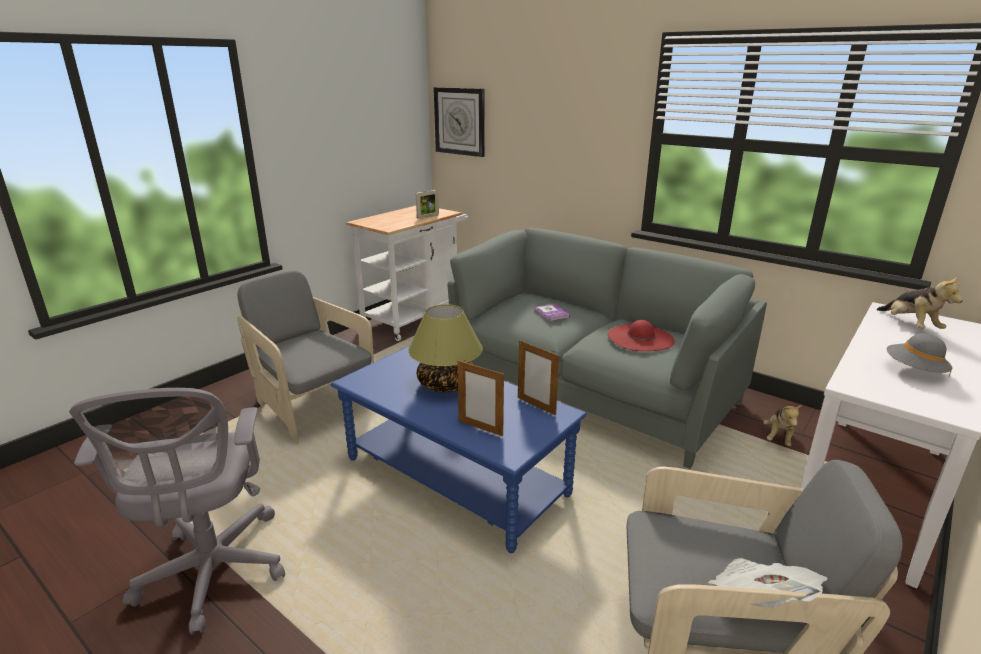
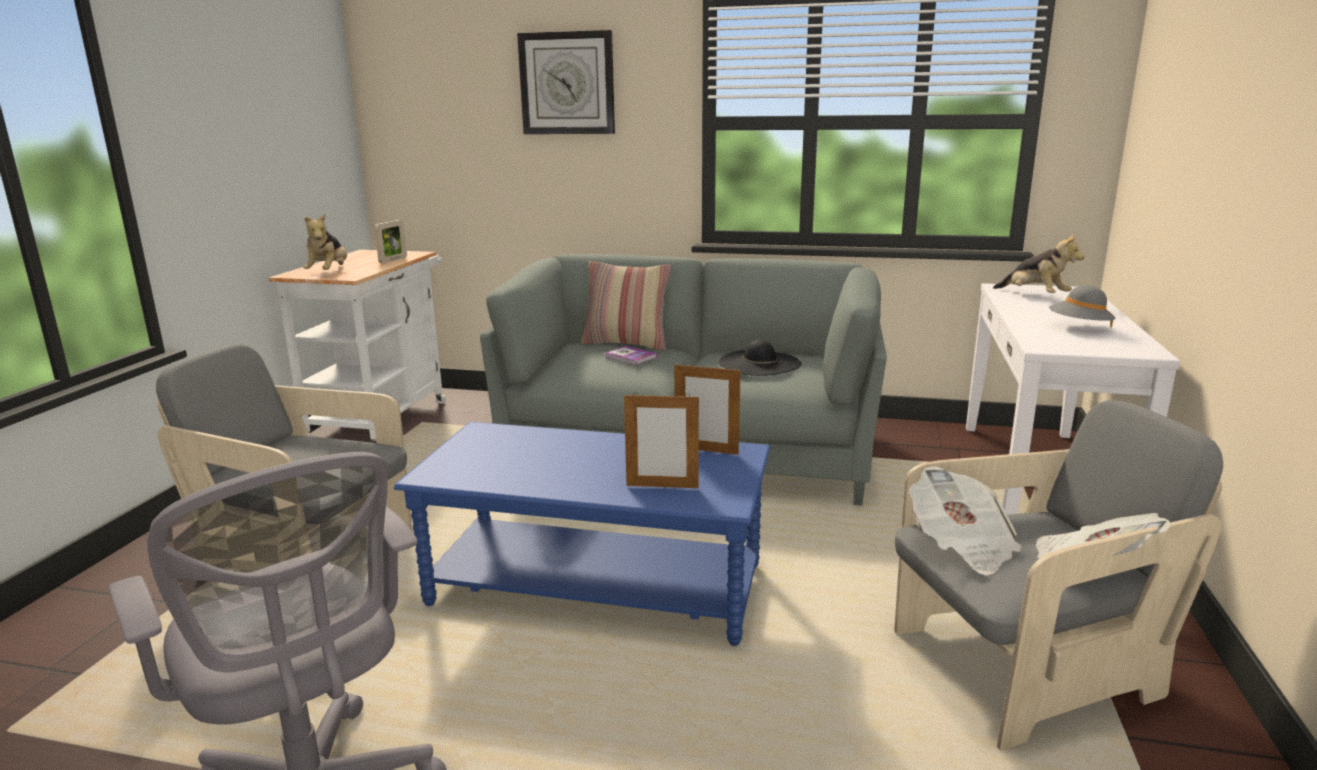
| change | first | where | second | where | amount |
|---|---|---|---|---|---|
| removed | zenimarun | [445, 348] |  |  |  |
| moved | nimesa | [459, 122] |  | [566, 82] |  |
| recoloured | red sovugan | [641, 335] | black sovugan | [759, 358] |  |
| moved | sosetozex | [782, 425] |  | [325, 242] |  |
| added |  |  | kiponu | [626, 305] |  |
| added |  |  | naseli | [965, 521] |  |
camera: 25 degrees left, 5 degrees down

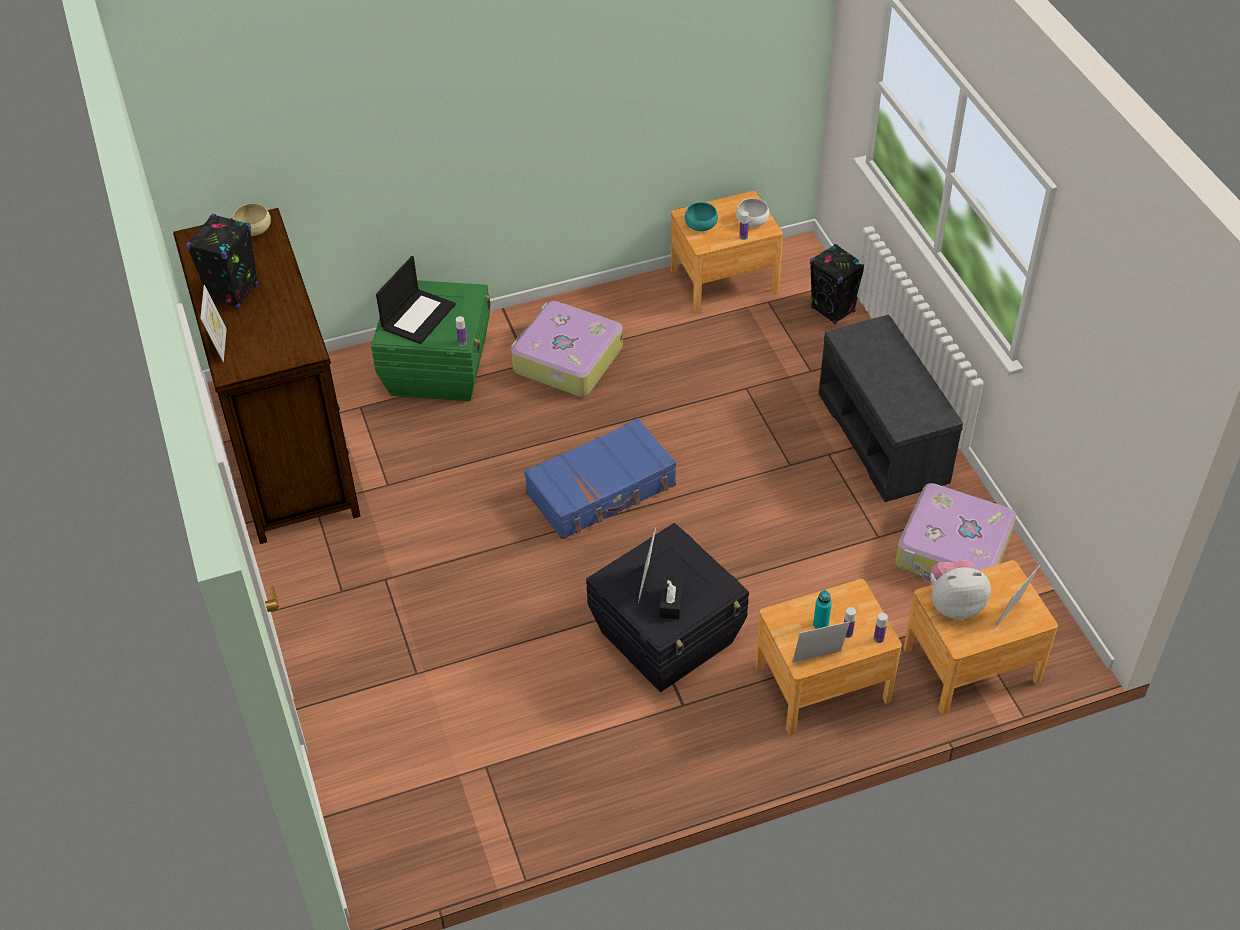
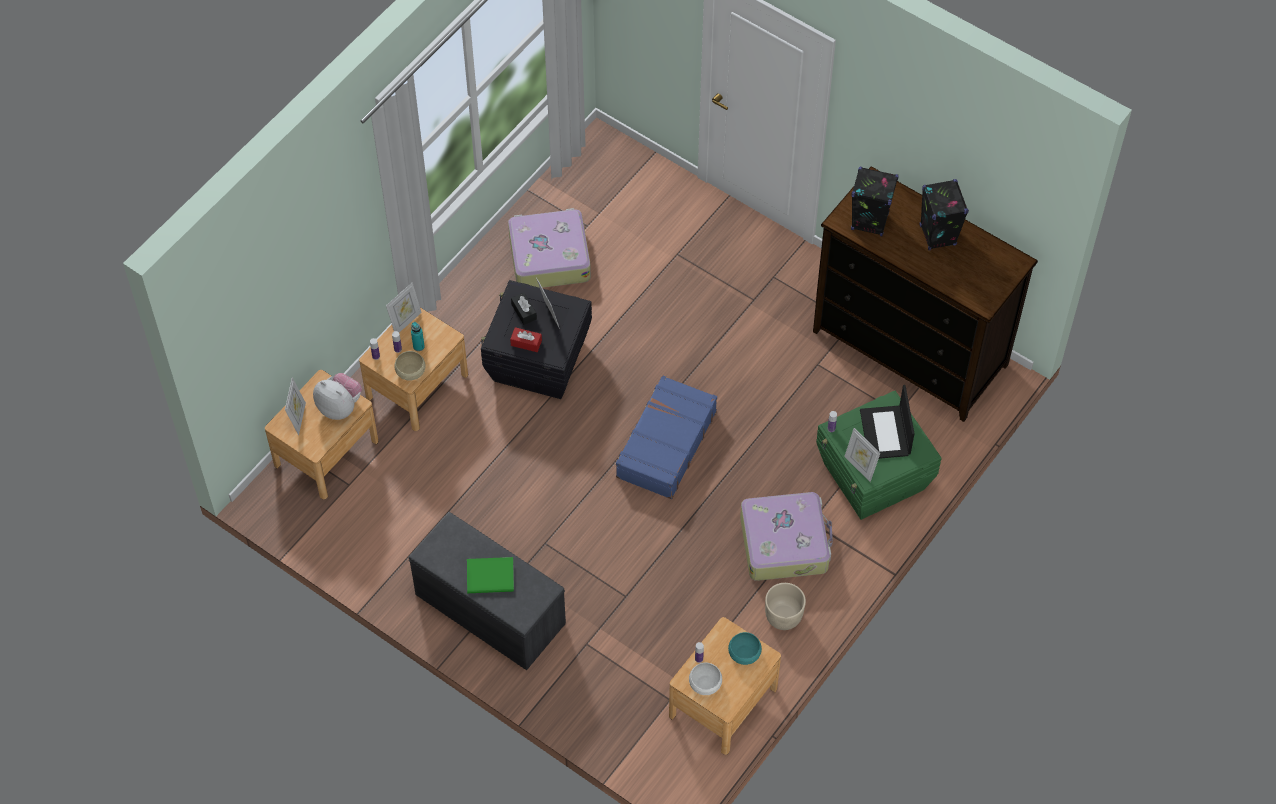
| change | first | where | second | where | amount |
|---|---|---|---|---|---|
| moved | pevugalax | [213, 323] |  | [862, 455] |  |
| moved | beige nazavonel | [252, 219] |  | [409, 366] |  |
| moved | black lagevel | [837, 284] |  | [875, 201] |  |
| moved | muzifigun | [955, 532] |  | [549, 248] |  |
| turned | sosetozex | [961, 589] |  | [337, 396] | 105 degrees counterclockwise |
| added |  |  | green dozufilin | [490, 575] |  |
| added |  |  | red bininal | [526, 339] |  |
| added |  |  | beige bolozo | [785, 606] |  |
camera: 145 degrees right, 10 degrees up

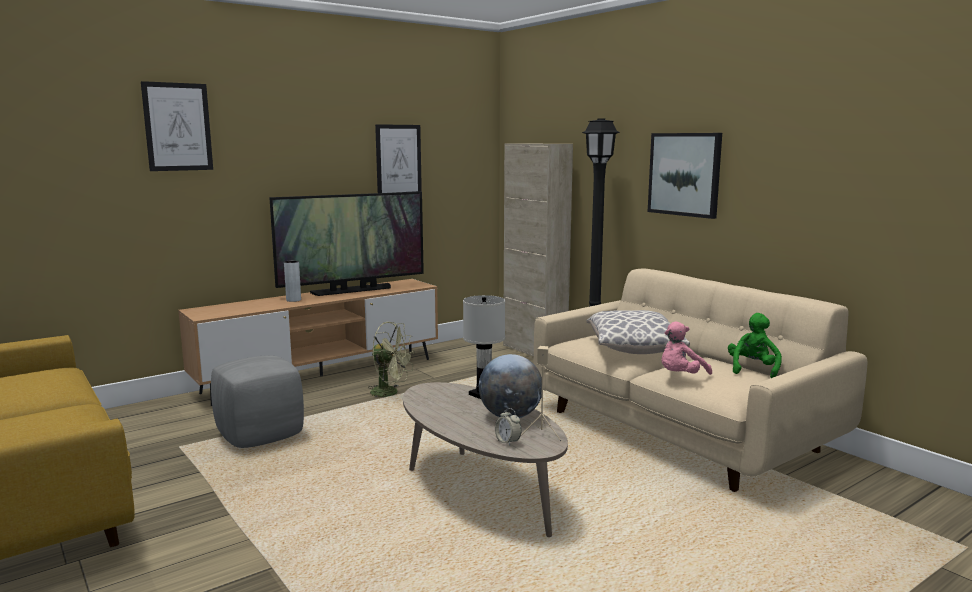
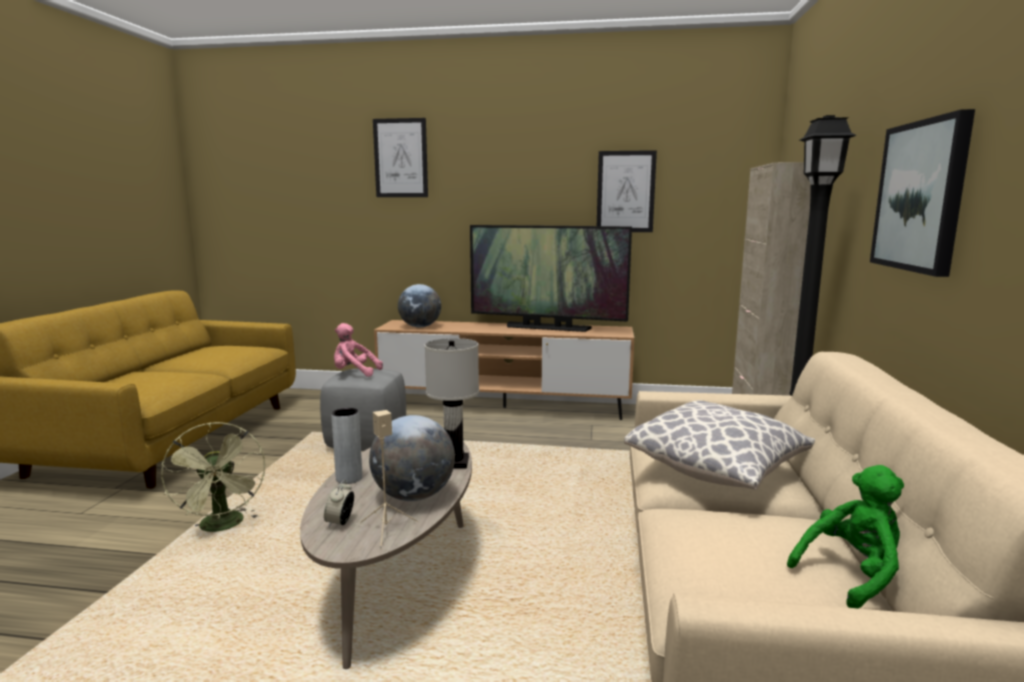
| change | first | where | second | where | amount |
|---|---|---|---|---|---|
| moved | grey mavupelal | [292, 281] |  | [346, 446] |  |
| moved | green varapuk | [391, 359] |  | [213, 477] |  |
| moved | pink sosetozex | [687, 348] |  | [358, 350] |  |
| added |  |  | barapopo | [419, 305] |  |
camera: 45 degrees right, 0 degrees up

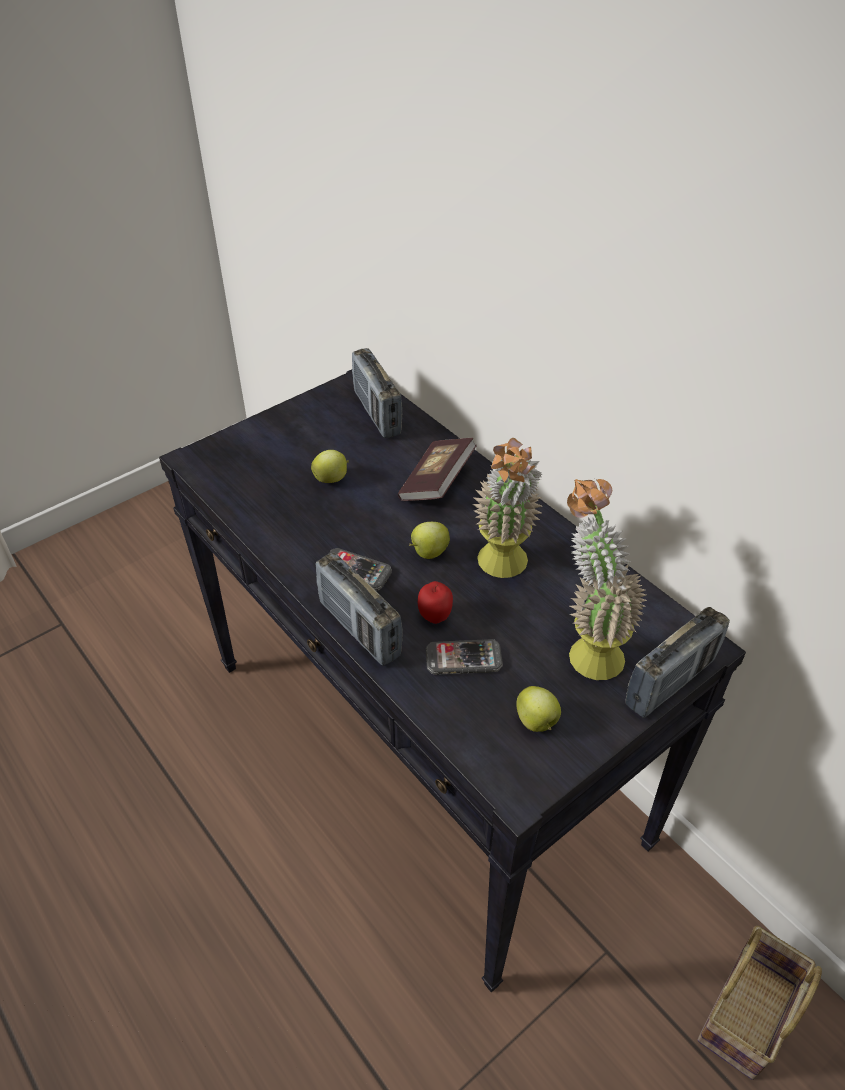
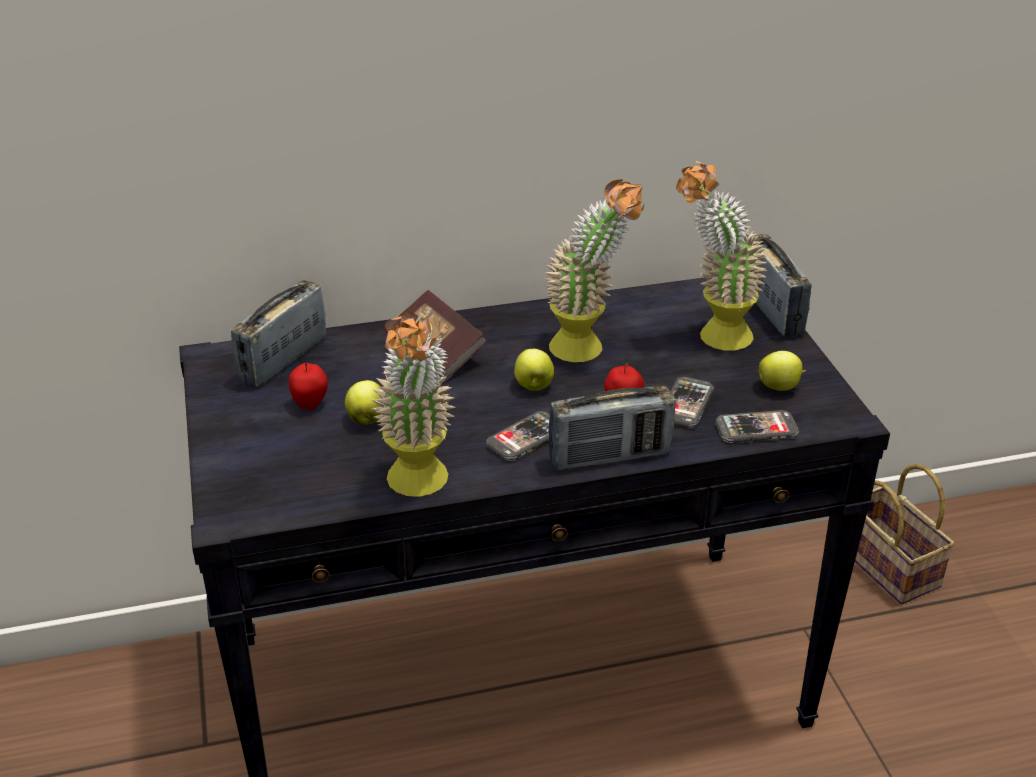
| change | first | where | second | where | amount |
|---|---|---|---|---|---|
| turned | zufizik | [377, 393] |  | [278, 333] | 120 degrees clockwise |
| added |  |  | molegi | [308, 386] |  |
| added |  |  | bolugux | [413, 403] |  |
| added |  |  | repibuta | [757, 426] |  |
camera: 65 degrees left, 10 degrees down

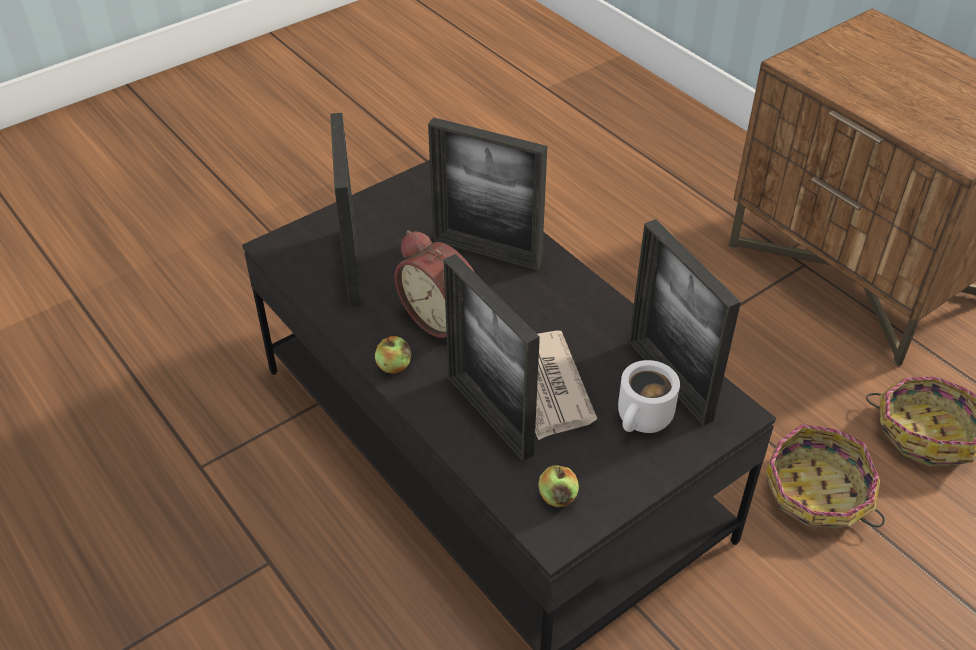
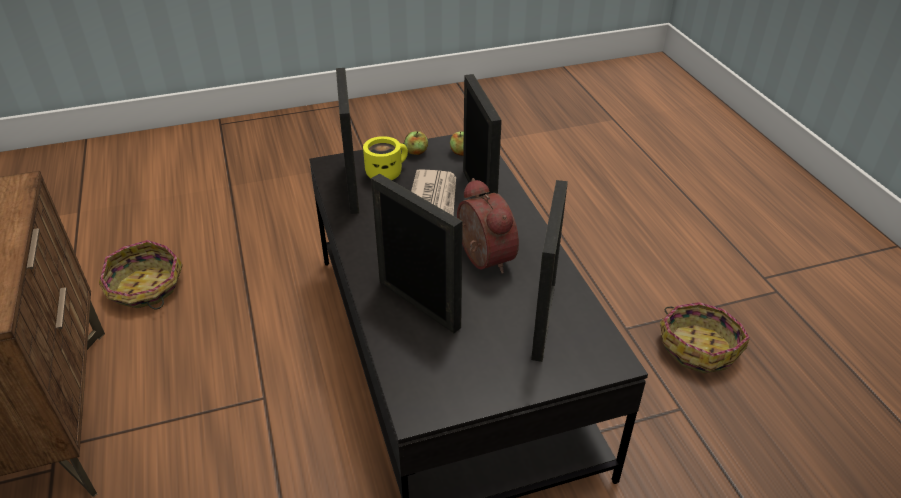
| change | first | where | second | where | amount |
|---|---|---|---|---|---|
| moved | molegi | [393, 355] |  | [416, 143] |  |
| recoloured | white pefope | [649, 396] | yellow pefope | [385, 158] |  |
| moved | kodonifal | [825, 476] |  | [705, 337] |  |
camera: 160 degrees left, 5 degrees down

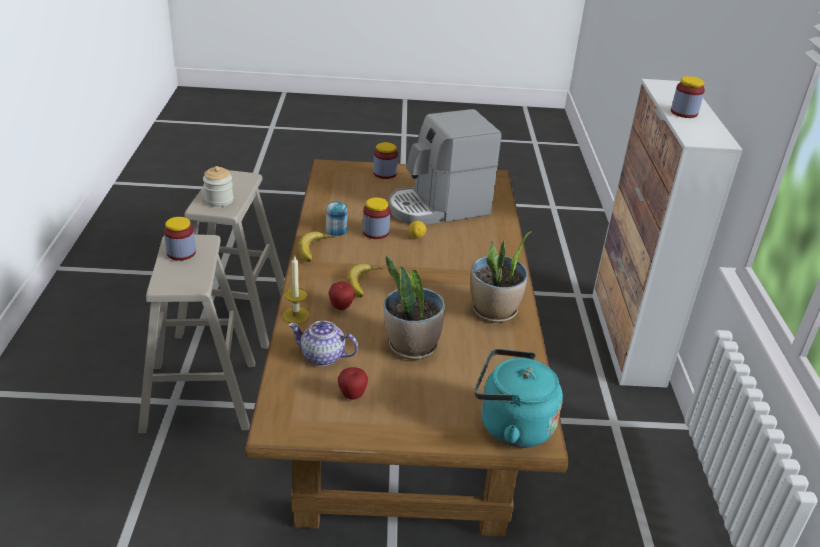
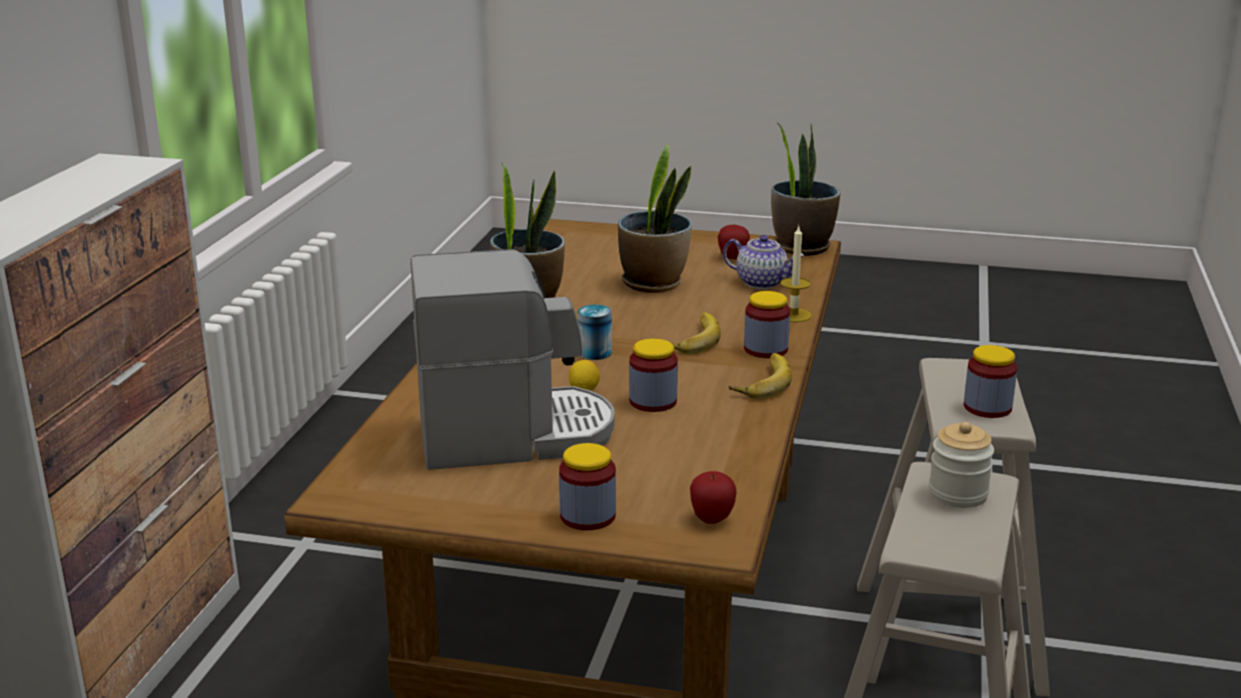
| change | first | where | second | where | amount |
|---|---|---|---|---|---|
| moved | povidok | [336, 219] |  | [594, 332] |  |
| moved | molegi | [342, 295] |  | [713, 497] |  |
| removed | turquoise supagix | [518, 398] |  |  |  |
| moved | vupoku | [688, 97] |  | [767, 324] |  |
| added |  |  | bolugux | [806, 189] |  |
camera: 165 degrees left, 10 degrees down

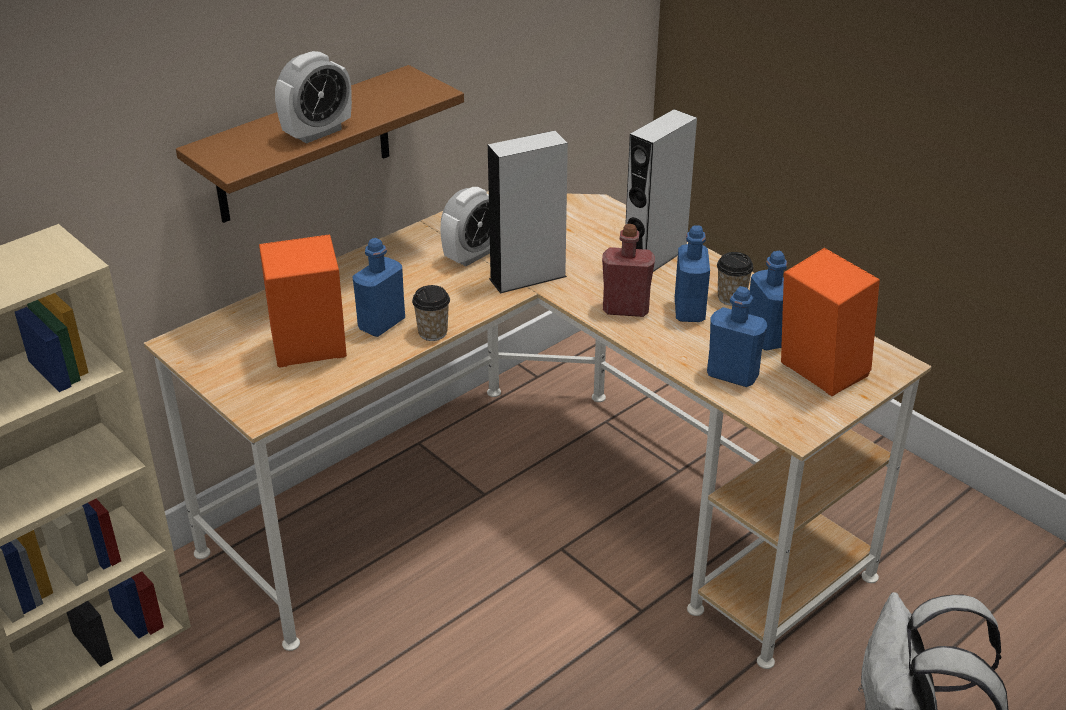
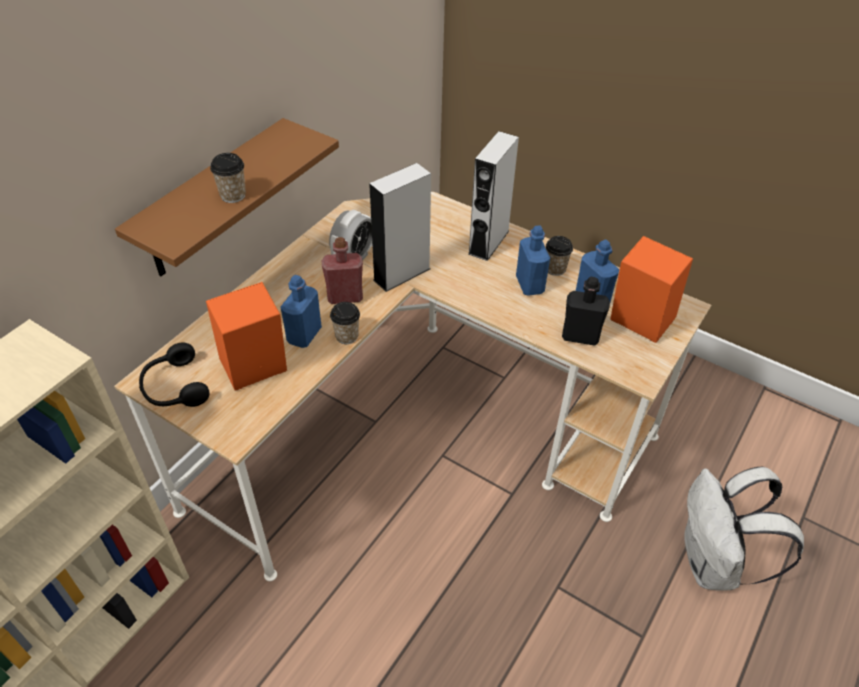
| change | first | where | second | where | amount |
|---|---|---|---|---|---|
| replaced | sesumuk | [313, 97] | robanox | [228, 178] |  |
| moved | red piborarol | [628, 270] |  | [342, 270] |  |
| recoloured | blue piborarol | [737, 336] | black piborarol | [586, 311] |  |
| added |  |  | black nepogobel | [174, 375] |  |
camera: 15 degrees left, 10 degrees up

